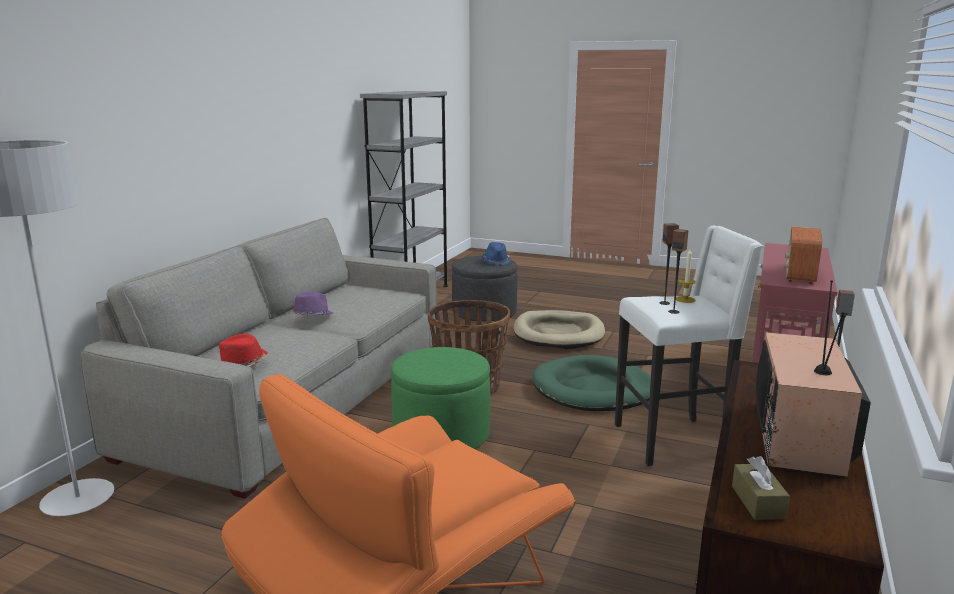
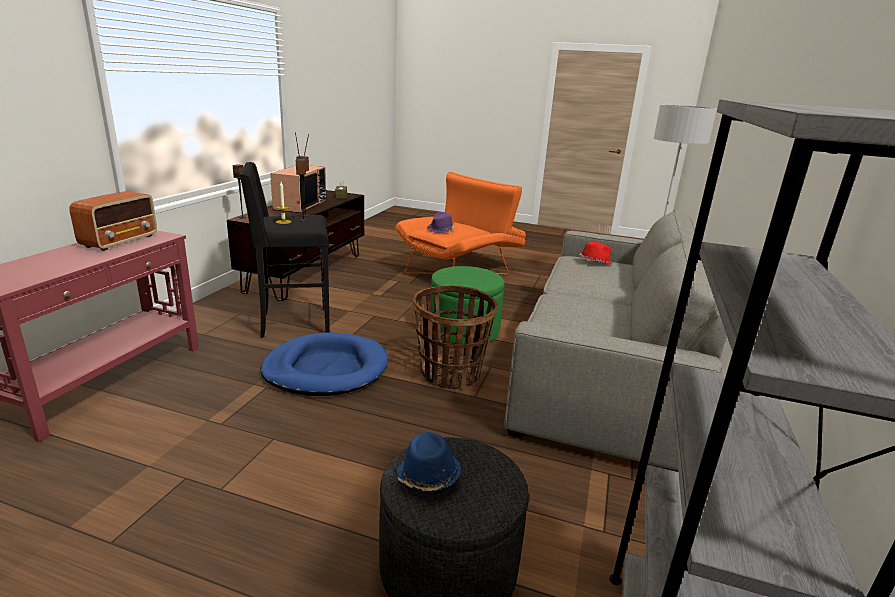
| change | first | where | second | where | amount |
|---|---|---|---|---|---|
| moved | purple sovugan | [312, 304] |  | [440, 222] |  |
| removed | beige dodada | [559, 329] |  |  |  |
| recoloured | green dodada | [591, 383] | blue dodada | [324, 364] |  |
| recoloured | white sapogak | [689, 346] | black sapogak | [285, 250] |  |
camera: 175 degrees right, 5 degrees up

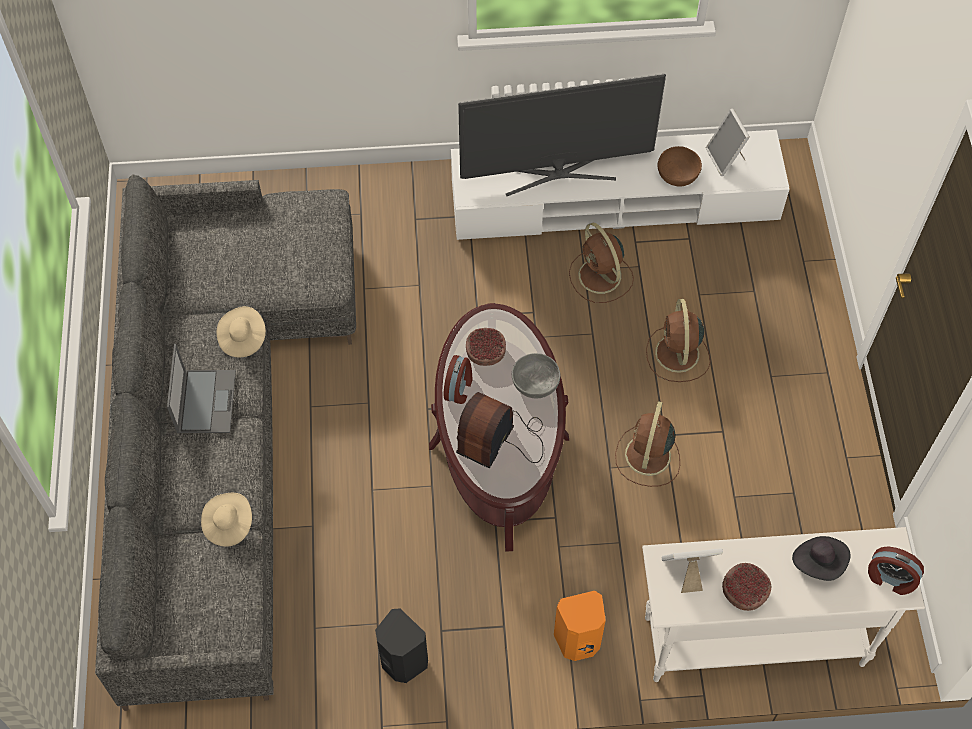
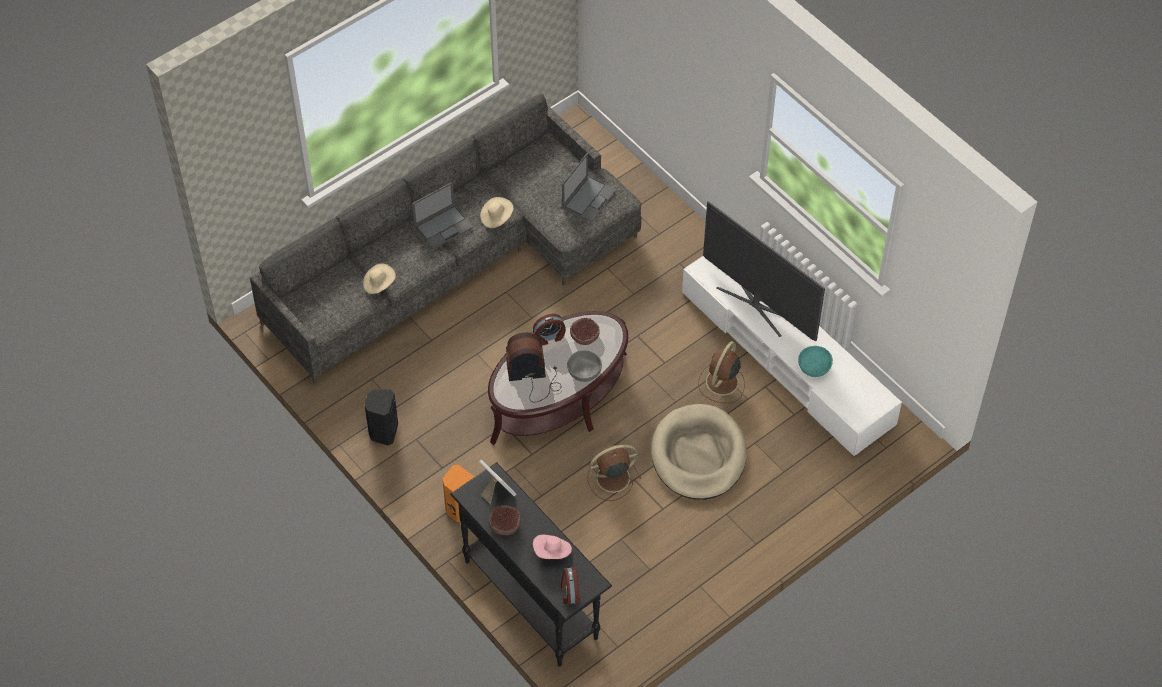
| change | first | where | second | where | amount |
|---|---|---|---|---|---|
| recoloured | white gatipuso | [783, 604] | black gatipuso | [531, 564] |  |
| replaced | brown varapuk | [678, 340] | beige dodada | [699, 452] |  |
| recoloured | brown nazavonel | [680, 166] | turquoise nazavonel | [815, 361] |  |
| removed | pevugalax | [727, 142] |  |  |  |
| recoloured | black sovugan | [821, 558] | pink sovugan | [552, 547] |  |
| added |  |  | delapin | [589, 187] |  |
camera: 55 degrees right, 5 degrees down

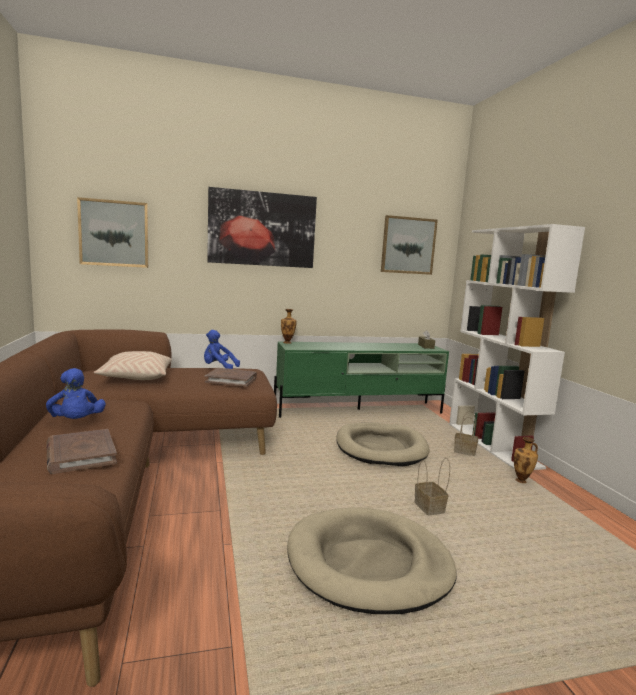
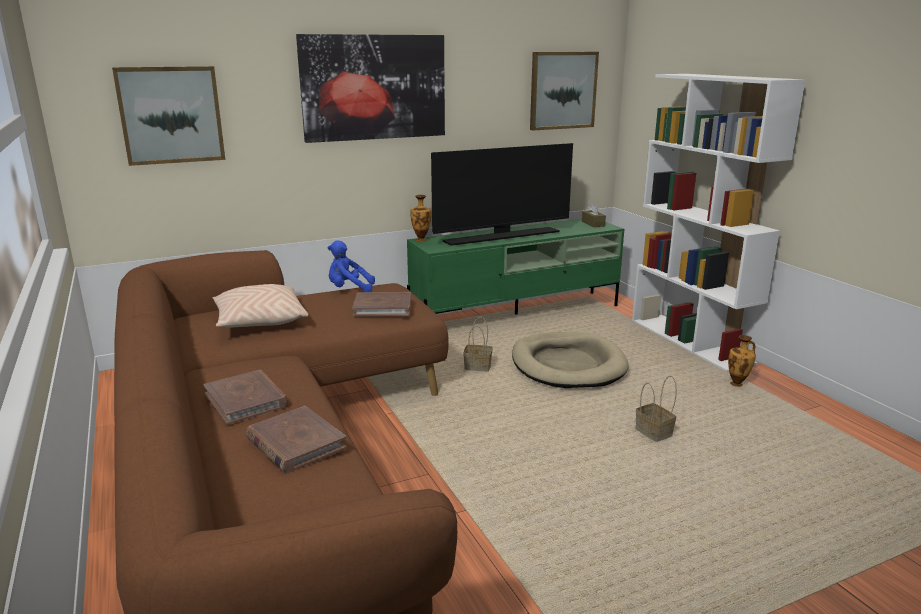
| change | first | where | second | where | amount |
|---|---|---|---|---|---|
| replaced | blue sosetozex | [76, 393] | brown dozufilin | [246, 397] |  |
| removed | beige dodada | [372, 561] |  |  |  |
| moved | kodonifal | [466, 433] |  | [477, 344] |  |
| added |  |  | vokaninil | [502, 194] |  |
camera: 10 degrees left, 10 degrees up

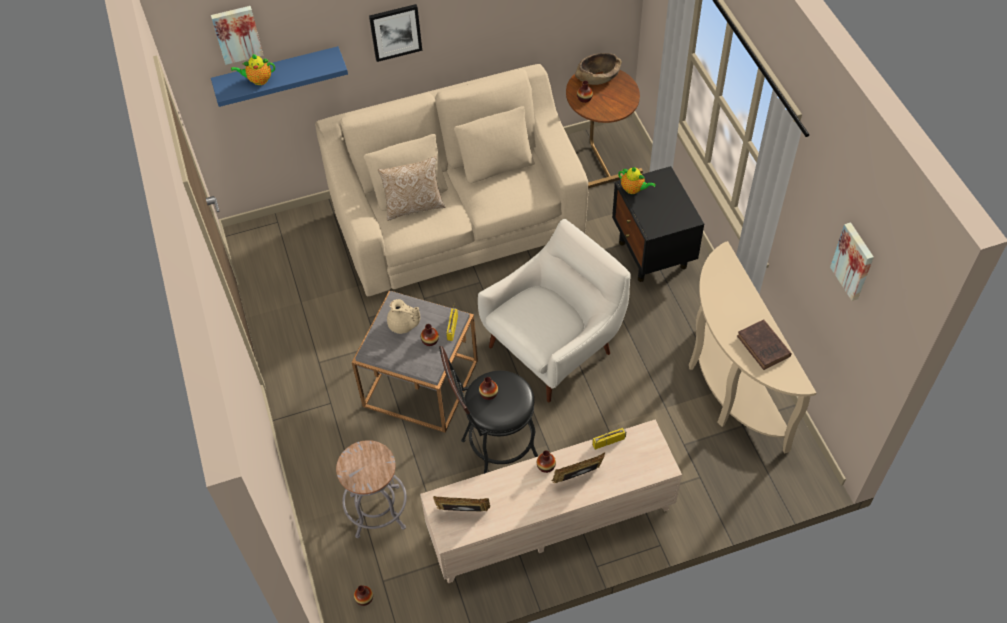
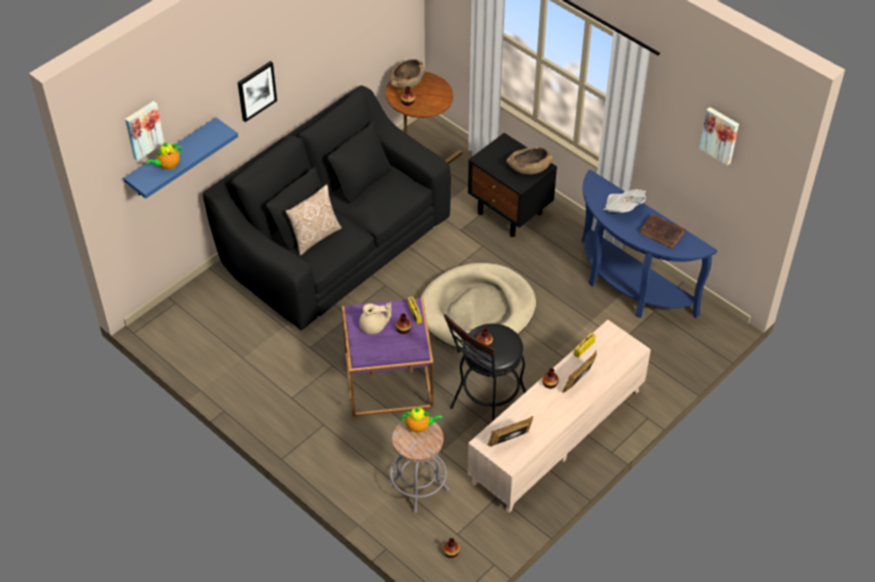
| change | first | where | second | where | amount |
|---|---|---|---|---|---|
| recoloured | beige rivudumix | [451, 180] | black rivudumix | [327, 207] |  |
| recoloured | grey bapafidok | [415, 361] | purple bapafidok | [388, 357] |  |
| replaced | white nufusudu | [554, 310] | beige dodada | [478, 305] |  |
| moved | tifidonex | [637, 180] |  | [421, 419] |  |
| recoloured | beige gatipuso | [752, 347] | blue gatipuso | [649, 244] |  |
| added |  |  | brown nazavonel | [530, 161] |  |
| added |  |  | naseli | [625, 201] |  |
camera: 30 degrees left, 5 degrees down

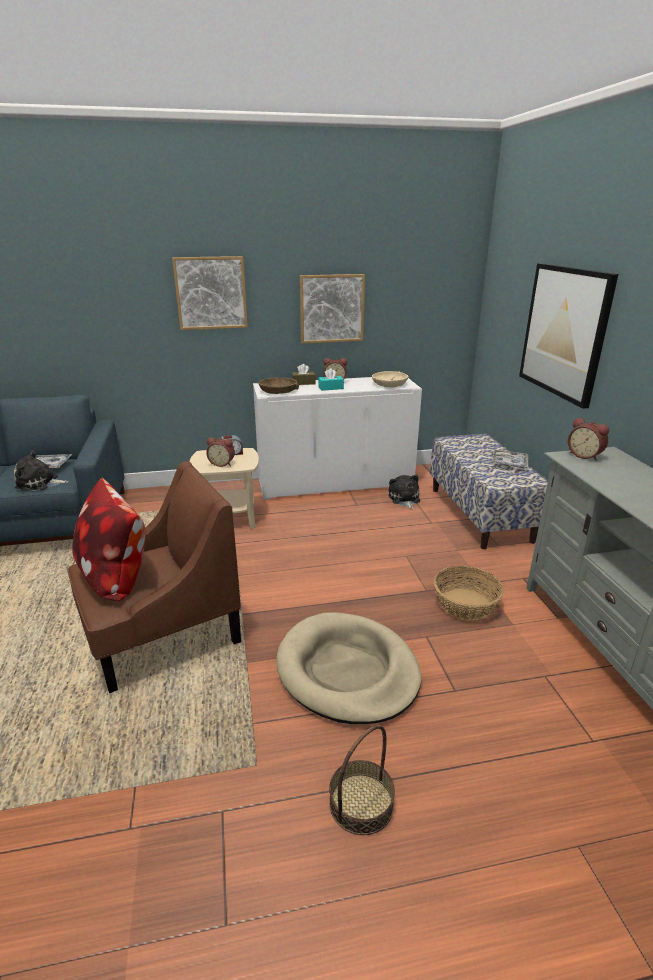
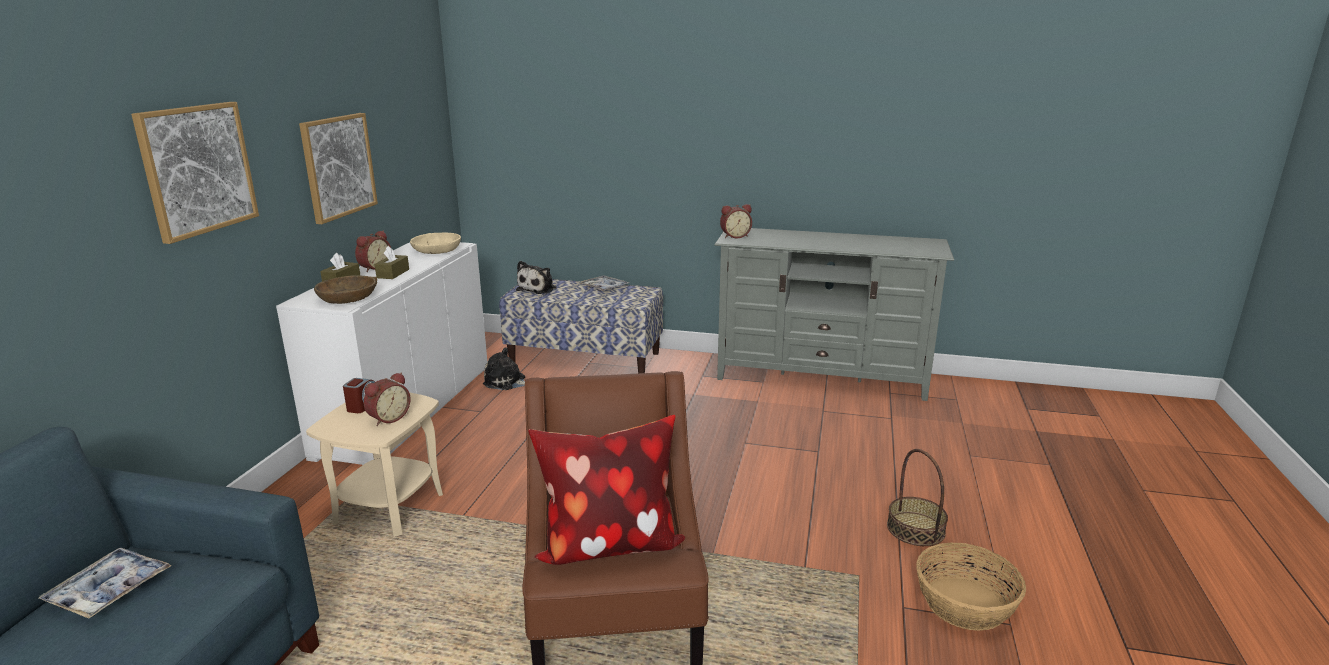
| change | first | where | second | where | amount |
|---|---|---|---|---|---|
| moved | sosetozex | [41, 470] |  | [536, 277] |  |
| removed | beige dodada | [348, 668] |  |  |  |
| recoloured | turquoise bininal | [331, 379] | brown bininal | [392, 262] |  |
| moved | kodonifal | [469, 593] |  | [971, 587] |  |
| removed | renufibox | [568, 335] |  |  |  |
camera: 65 degrees left, 5 degrees down

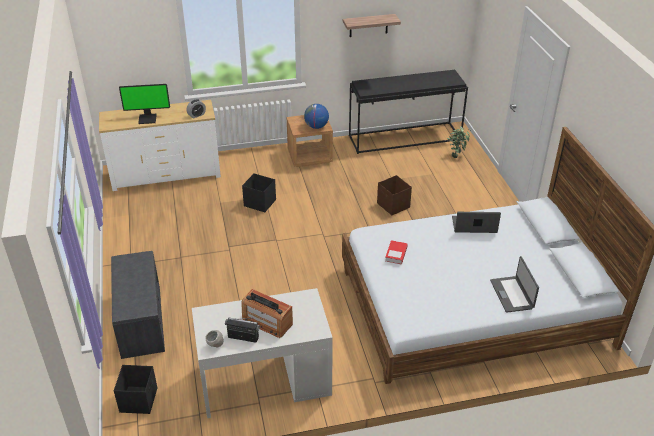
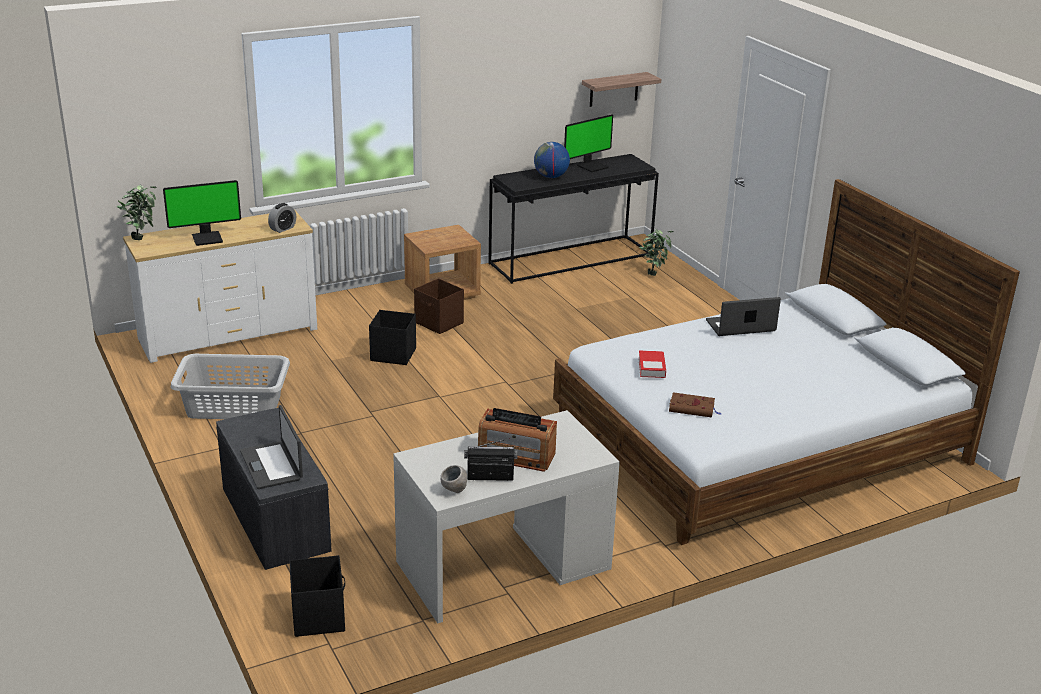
| change | first | where | second | where | amount |
|---|---|---|---|---|---|
| moved | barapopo | [316, 116] |  | [552, 160] |  |
| moved | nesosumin | [372, 25] |  | [621, 89] |  |
| moved | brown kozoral | [394, 195] |  | [439, 306] |  |
| moved | delapin | [514, 284] |  | [271, 447] |  |
| added |  |  | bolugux | [136, 212] |  |
| added |  |  | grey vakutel | [230, 386] |  |
| added |  |  | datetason | [588, 143] |  |
| added |  |  | brown dozufilin | [695, 405] |  |
camera: 15 degrees left, 10 degrees down

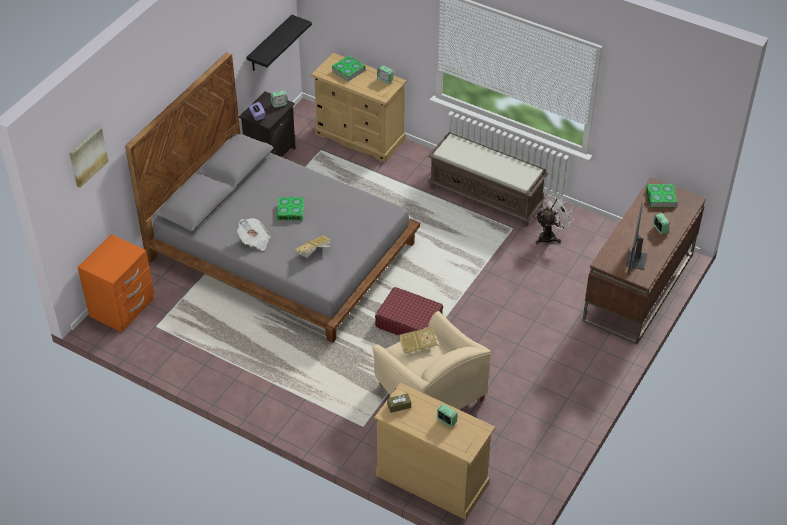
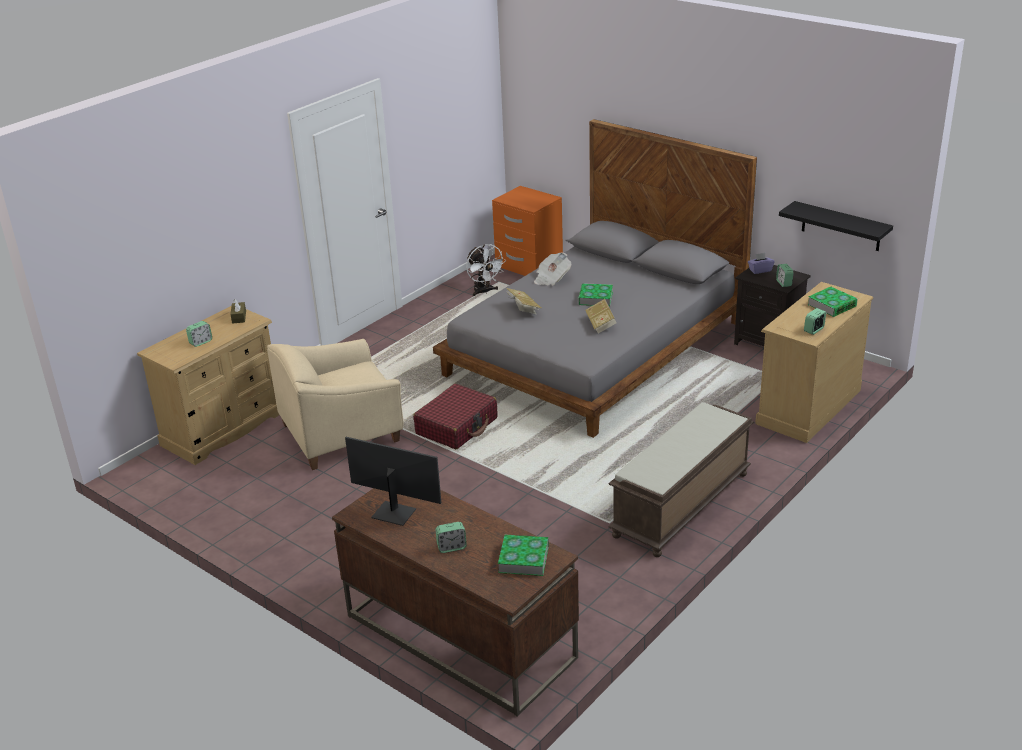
| change | first | where | second | where | amount |
|---|---|---|---|---|---|
| removed | renufibox | [89, 157] |  |  |  |
| moved | dozufilin | [418, 340] |  | [601, 316] |  |
| moved | white varapuk | [554, 219] |  | [486, 270] |  |
camera: 100 degrees right, 15 degrees down

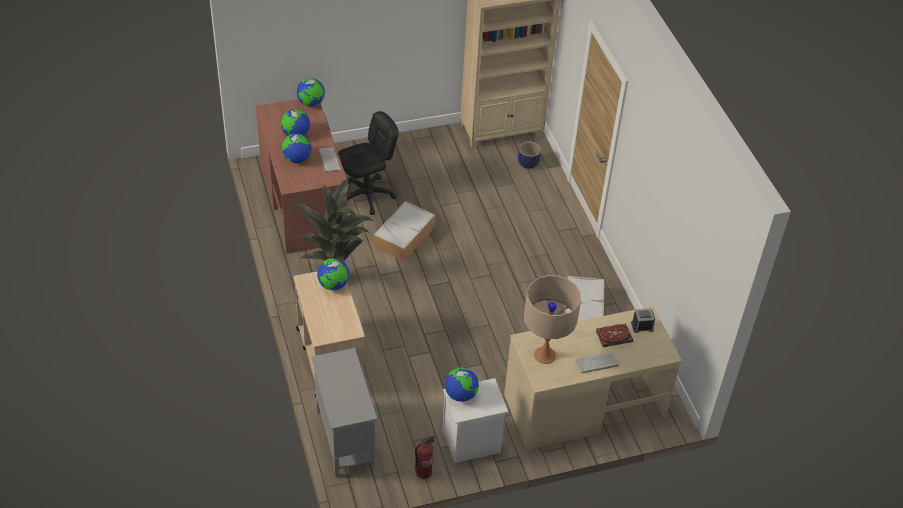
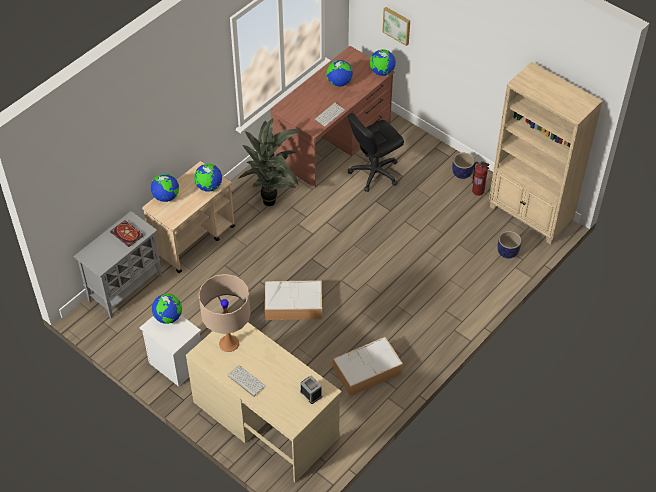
| change | first | where | second | where | amount |
|---|---|---|---|---|---|
| moved | barapopo | [296, 148] |  | [165, 188] |  |
| turned | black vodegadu | [368, 163] |  | [376, 152] | 120 degrees clockwise |
| moved | kozoral | [404, 231] |  | [293, 300] |  |
| moved | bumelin | [425, 457] |  | [481, 178] |  |
| moved | dozufilin | [614, 335] |  | [126, 233] |  |
| added |  |  | renufibox | [396, 26] |  |
| added |  |  | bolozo | [463, 166] |  |
camera: 60 degrees right, 5 degrees up

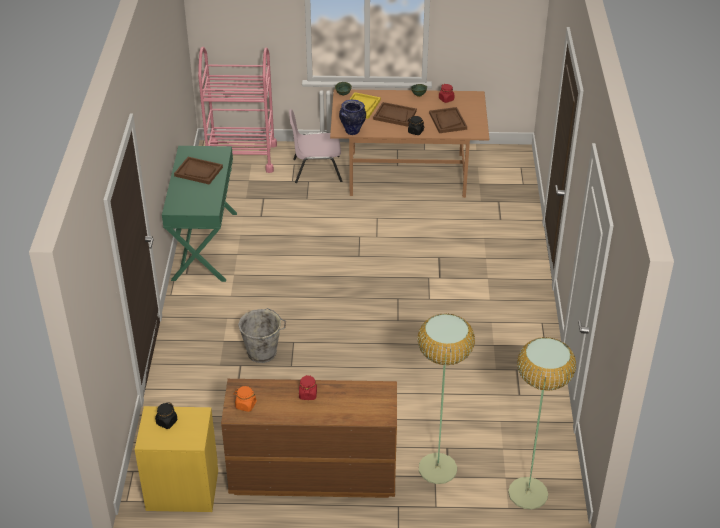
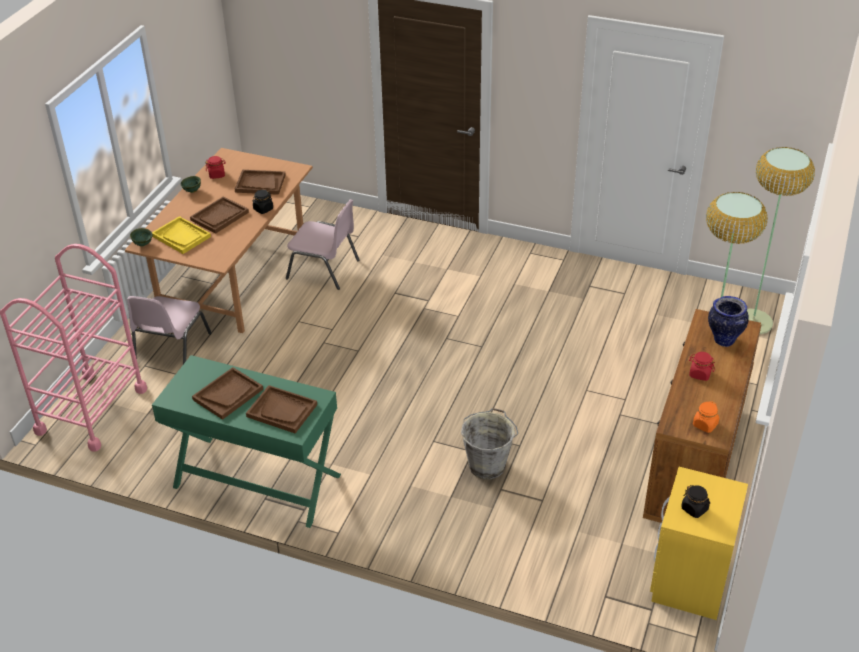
| change | first | where | second | where | amount |
|---|---|---|---|---|---|
| moved | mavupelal | [352, 117] |  | [728, 321] |  |
| added |  |  | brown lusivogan | [281, 409] |  |
| added |  |  | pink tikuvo | [323, 244] |  |
camera: 70 degrees left, 0 degrees up

